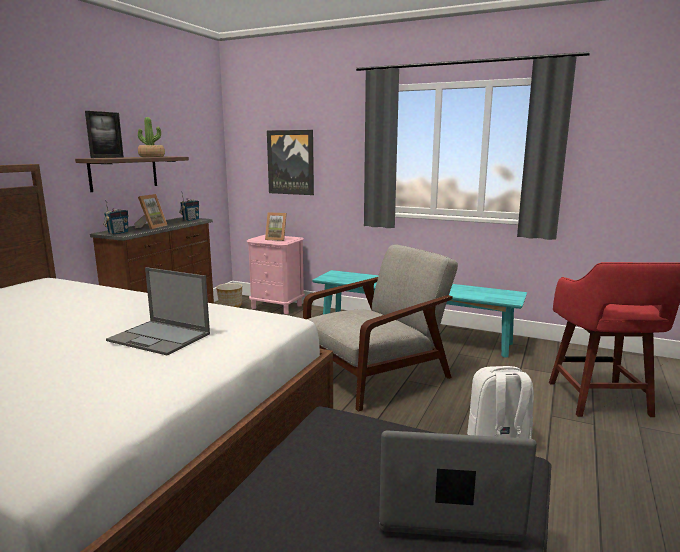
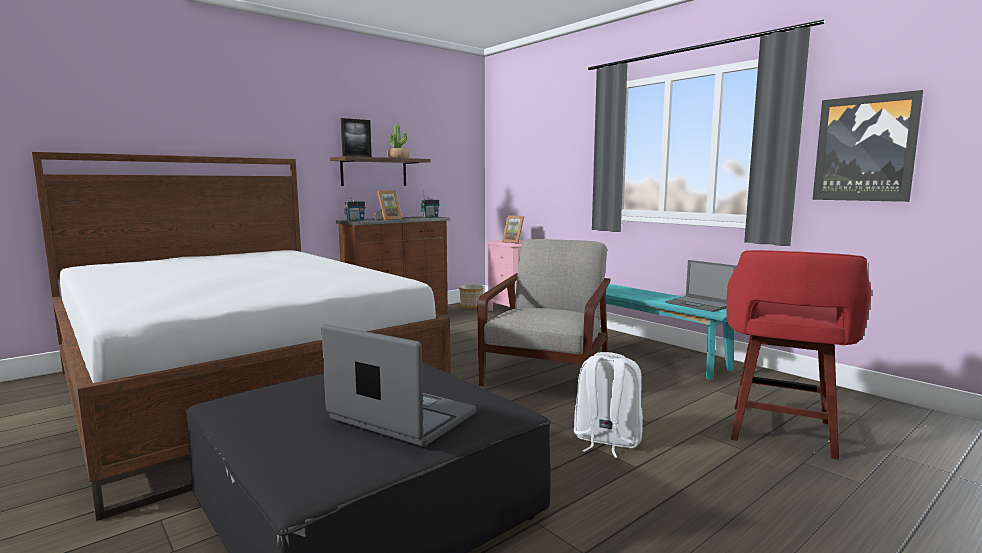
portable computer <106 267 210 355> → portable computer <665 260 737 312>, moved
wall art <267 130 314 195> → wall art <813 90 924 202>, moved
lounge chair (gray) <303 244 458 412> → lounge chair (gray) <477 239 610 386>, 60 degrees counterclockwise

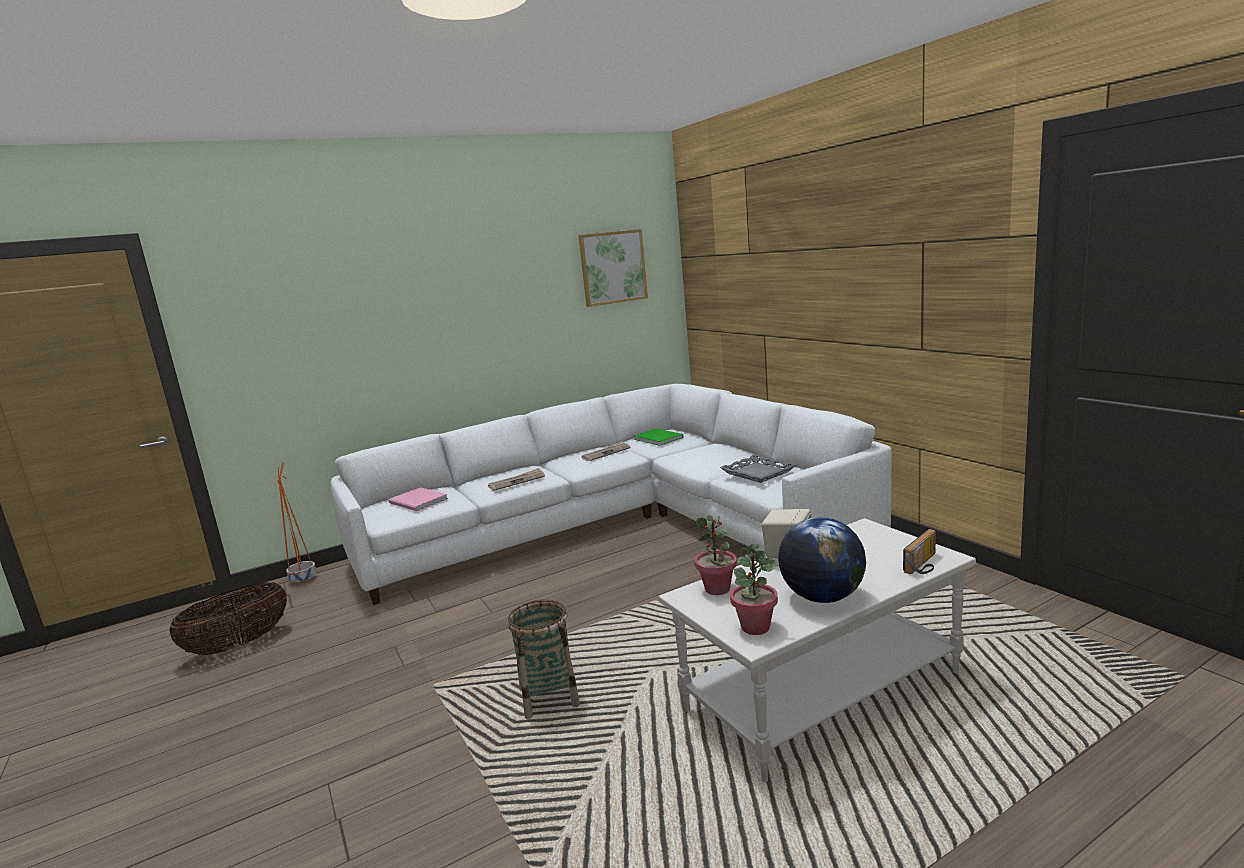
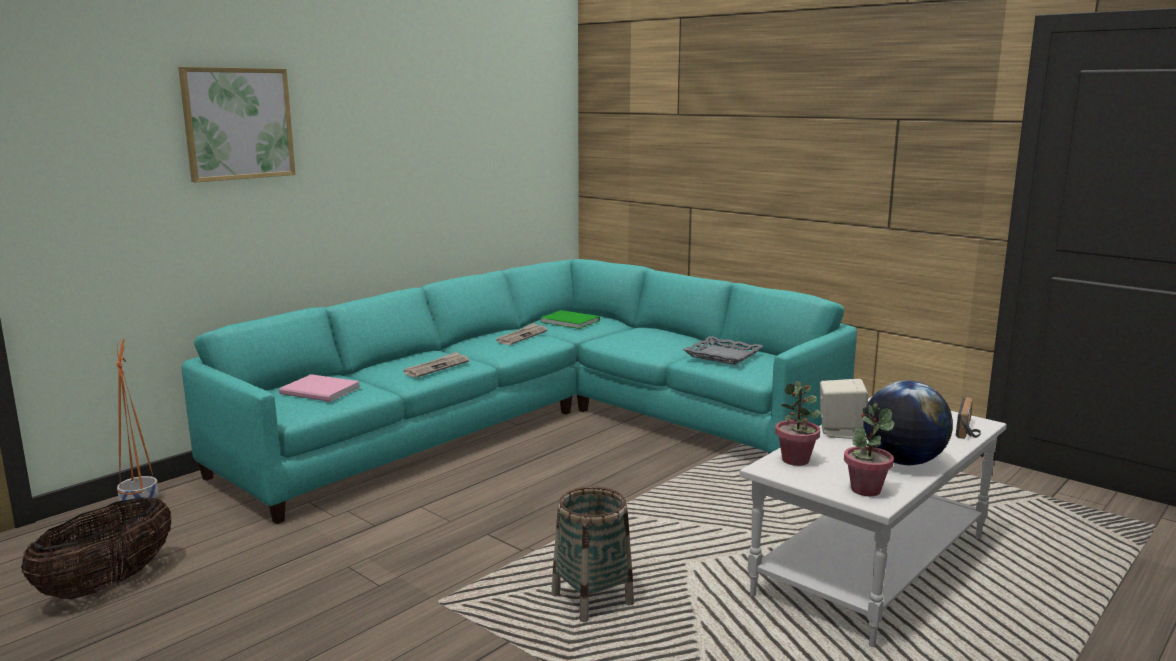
wall art <578 229 648 307> → wall art <178 67 296 183>, moved
settee (white) <330 384 892 605> → settee (blue-green) <182 259 857 524>

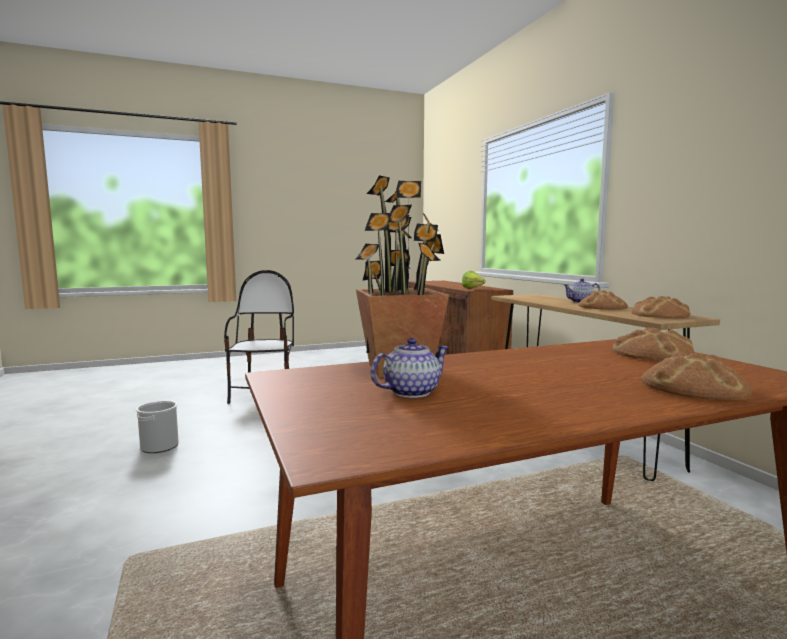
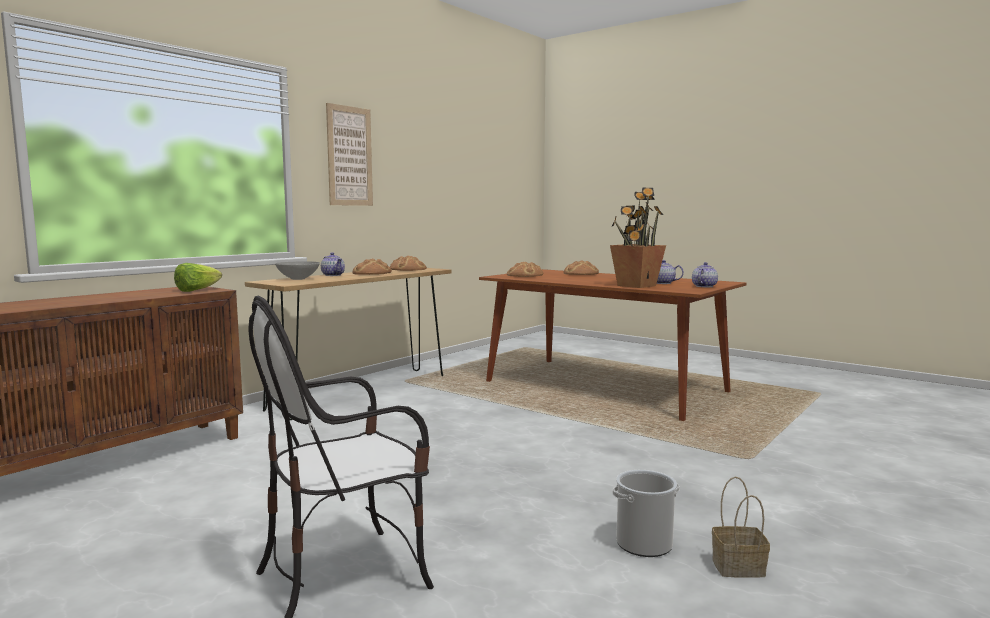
- → serving bowl (gray) <275 261 320 280>
- → wall art <326 103 373 206>
- → teapot <692 262 718 287>
- → storage basket <712 477 770 578>

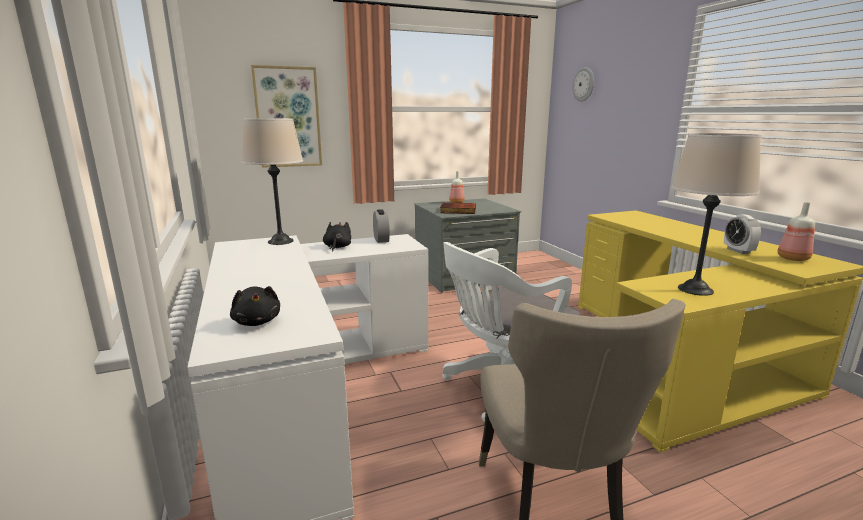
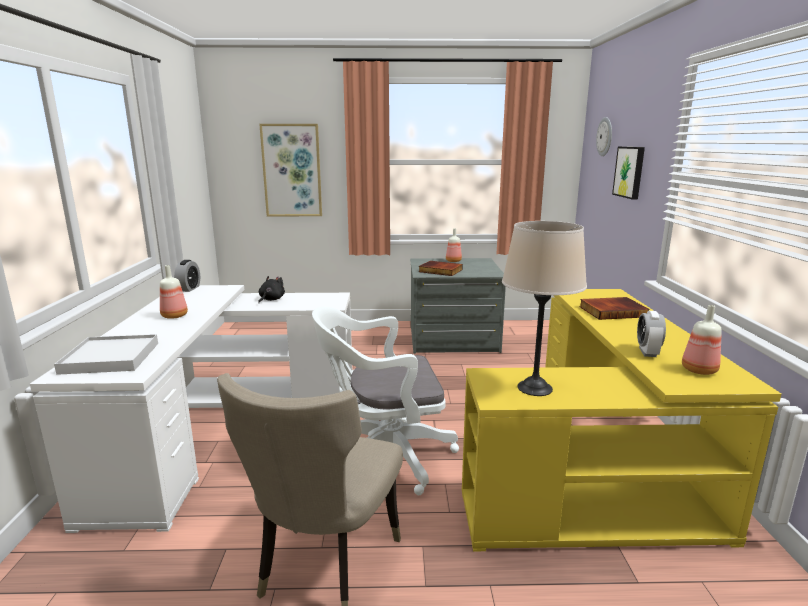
table lamp (beige-coloured) <241 118 303 245> → -
- → bottle <160 265 188 319>
- → bound book <579 297 649 320>
- → wall art <612 147 645 200>
bedside clock <373 209 390 243> → bedside clock <174 260 200 292>, moved
soft toy (black-coloured) <230 286 280 326> → tray (white) <54 334 158 375>

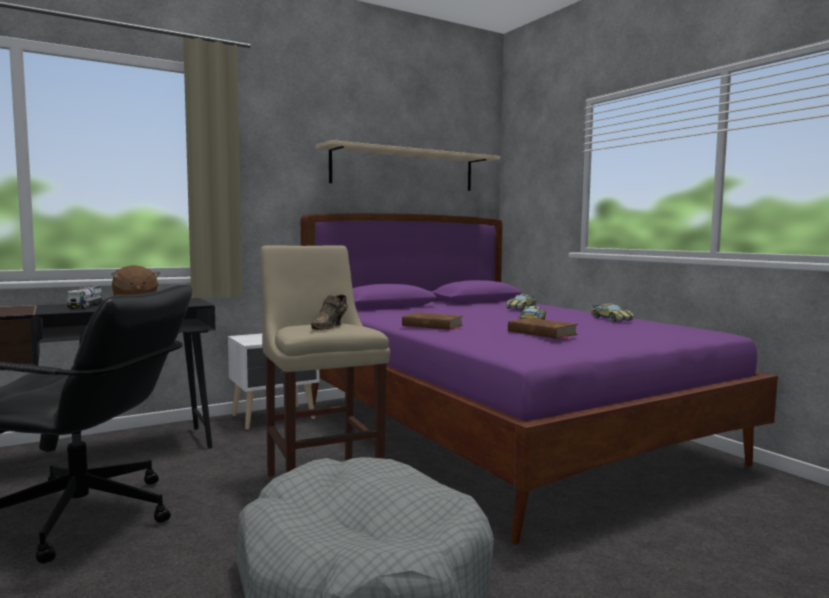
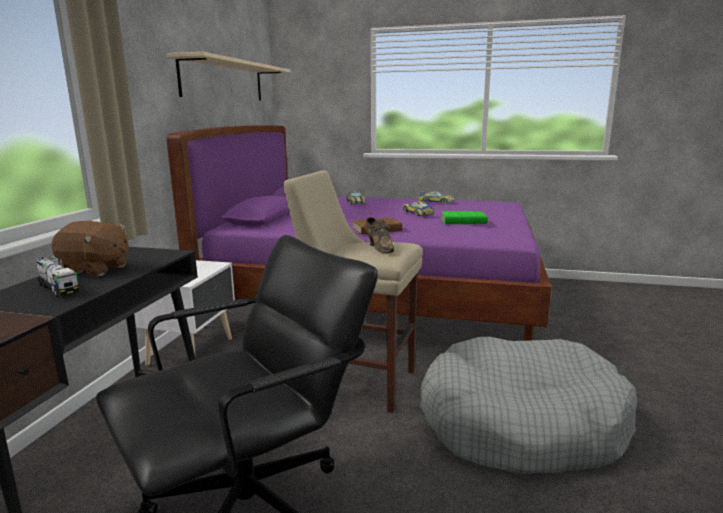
bound book (brown) <508 318 578 339> → bound book (greenish) <441 211 492 224>

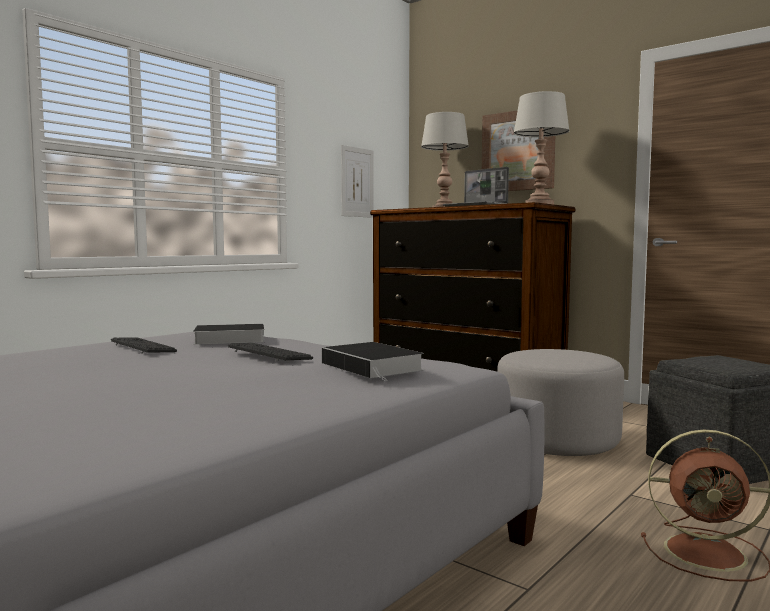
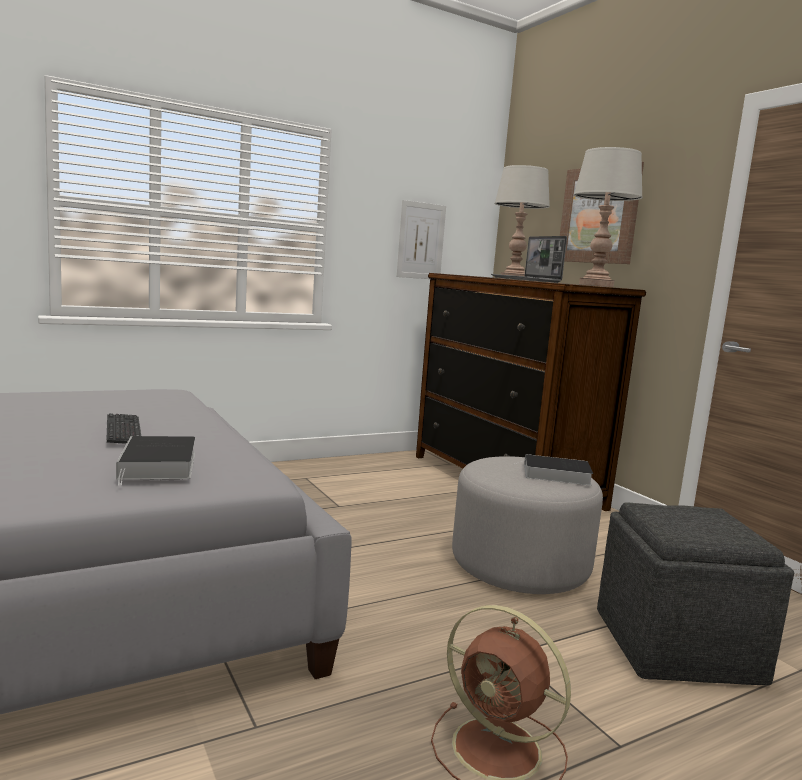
computer keyboard <111 337 177 354> → -
bound book <193 324 264 345> → bound book <516 454 593 486>, moved

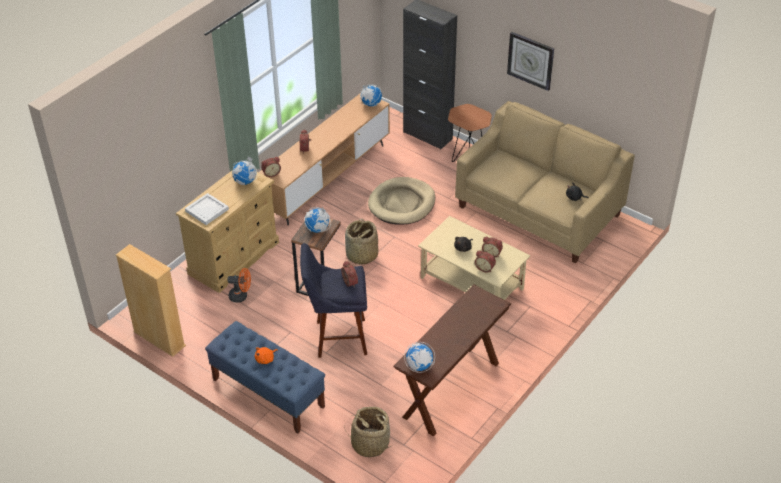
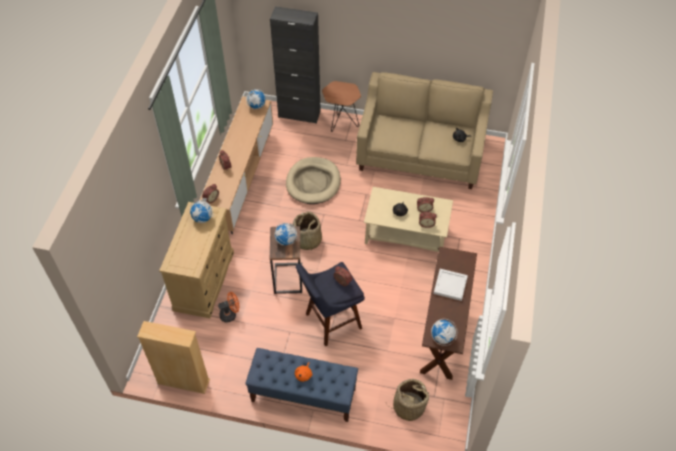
hanging clock <507 32 554 91> → -
tray (white) <185 193 229 225> → tray (white) <434 269 468 301>, moved

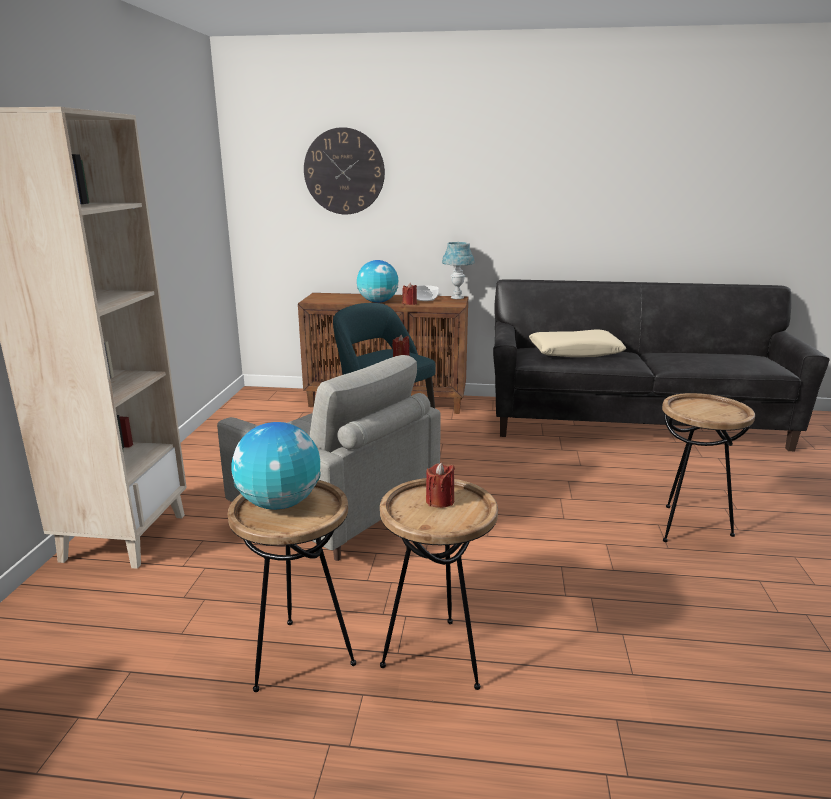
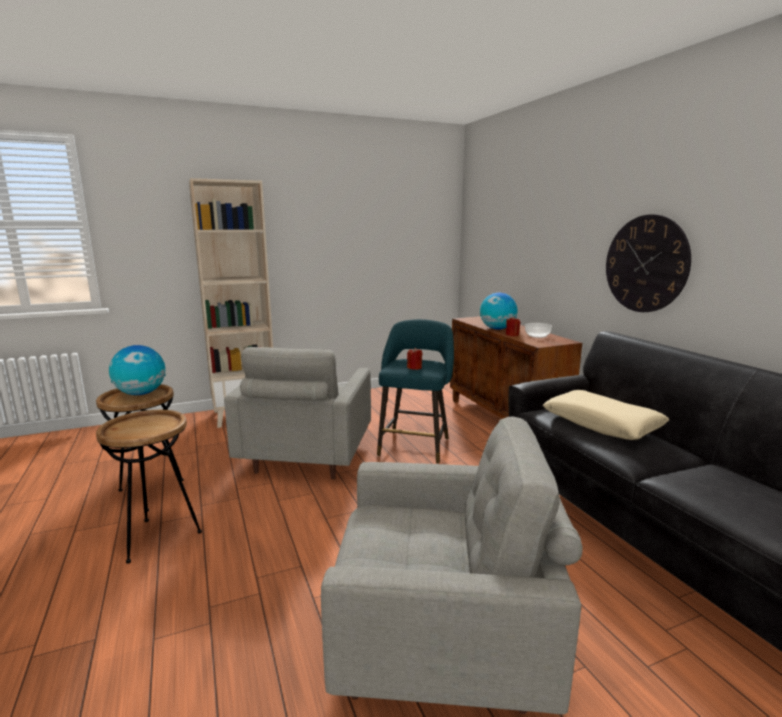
wax candle (red-coloured) <426 462 455 508> → -
table lamp (blue-coloured) <442 242 475 299> → -
hanging clock <304 127 385 214> → hanging clock <606 214 691 312>, moved
end table (brown) <662 393 755 542> → lounge chair (gray) <321 416 582 715>

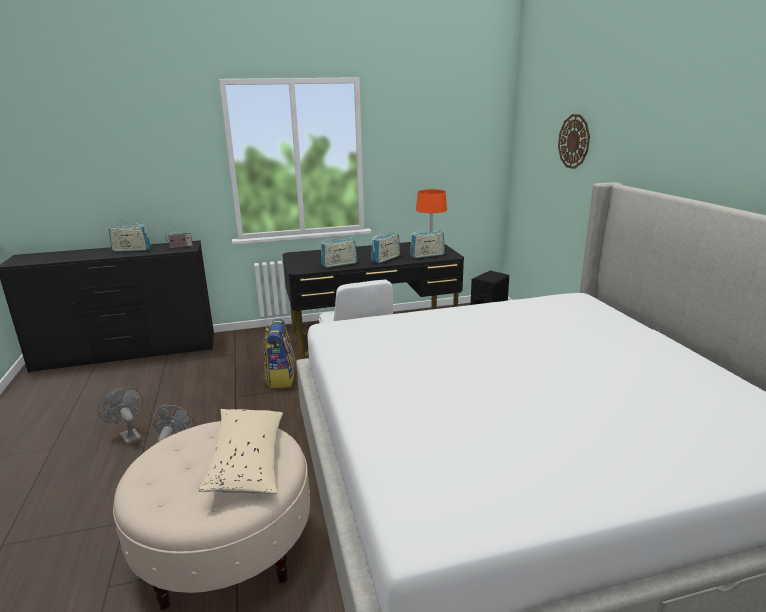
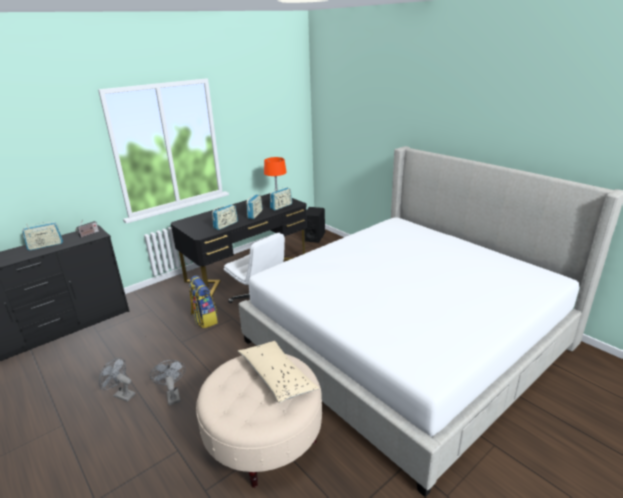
hanging clock <558 114 590 169> → -

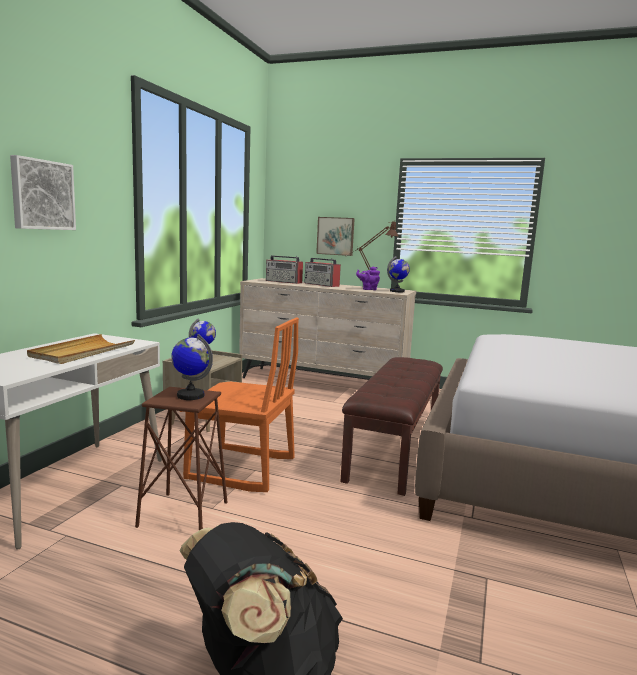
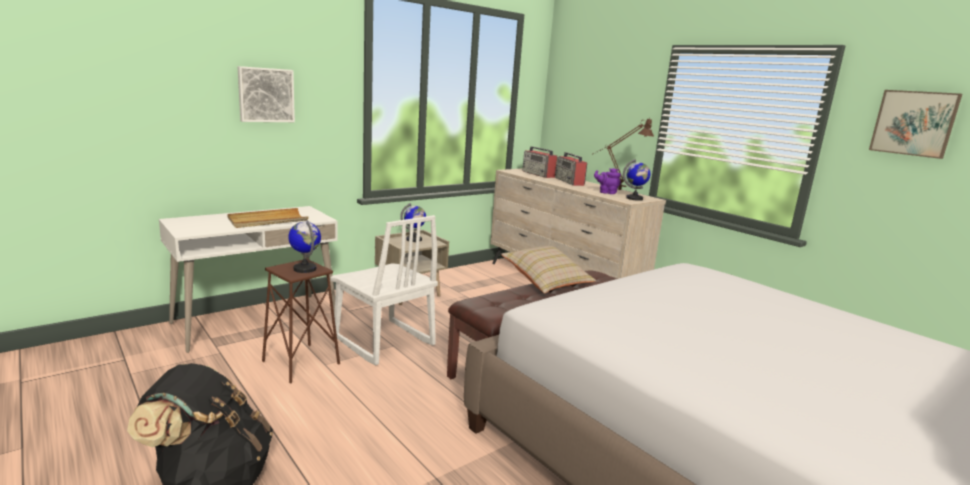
- → throw pillow (beige-coloured) <501 246 596 294>
wall art <316 217 355 256> → wall art <869 90 962 159>, moved
chair (orangey) <180 317 299 492> → chair (white) <330 215 438 365>

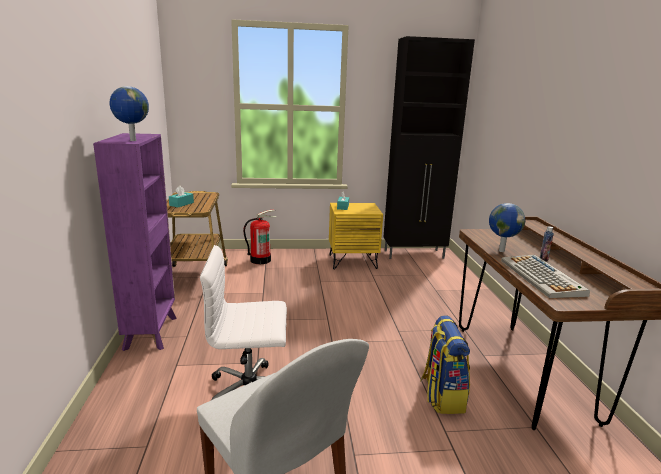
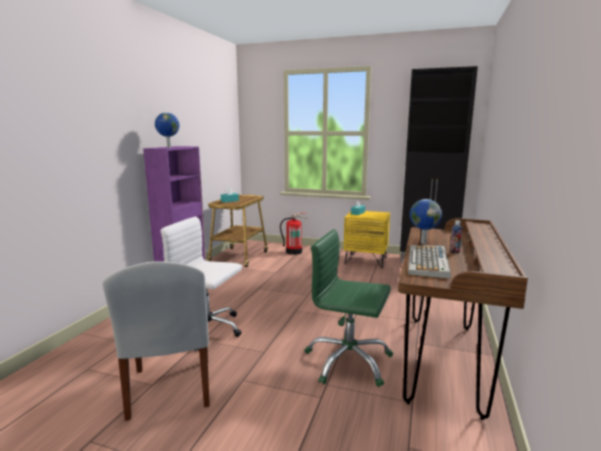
backpack <420 316 470 414> → office chair (greenish) <305 229 393 387>

